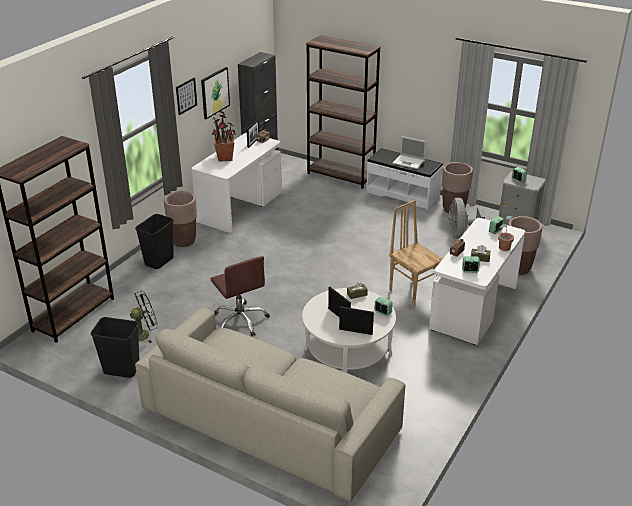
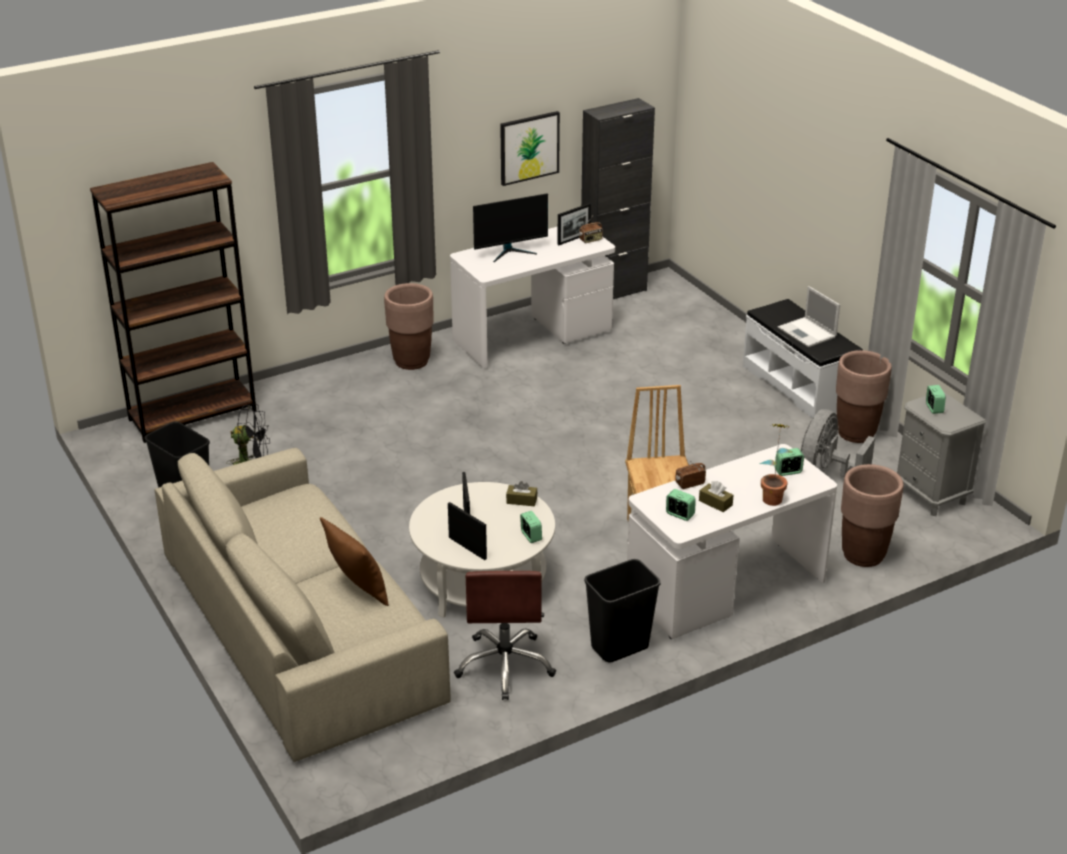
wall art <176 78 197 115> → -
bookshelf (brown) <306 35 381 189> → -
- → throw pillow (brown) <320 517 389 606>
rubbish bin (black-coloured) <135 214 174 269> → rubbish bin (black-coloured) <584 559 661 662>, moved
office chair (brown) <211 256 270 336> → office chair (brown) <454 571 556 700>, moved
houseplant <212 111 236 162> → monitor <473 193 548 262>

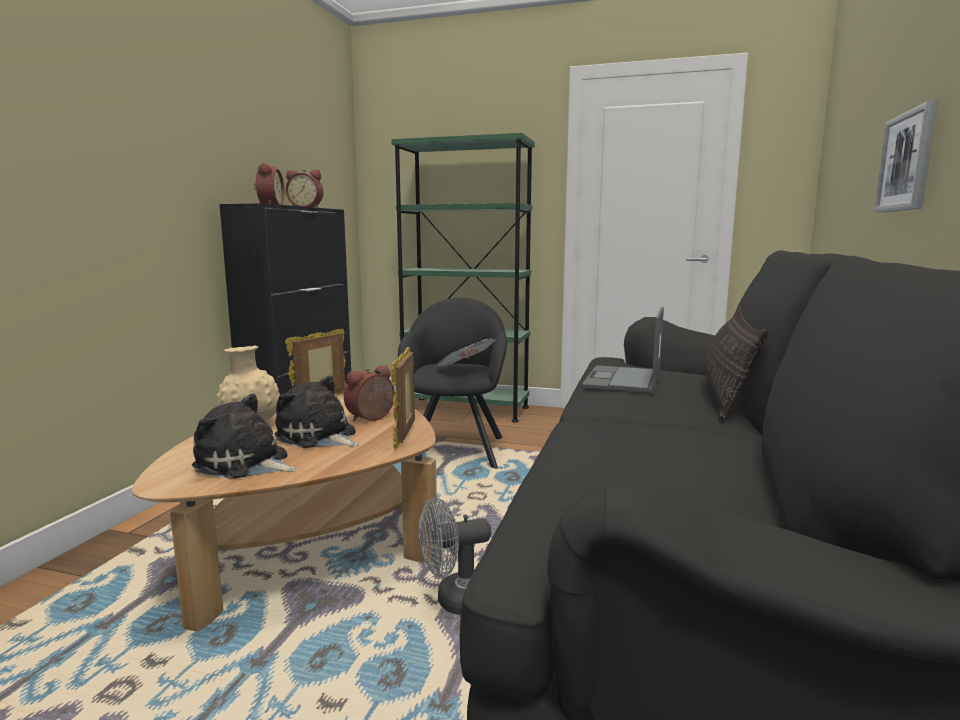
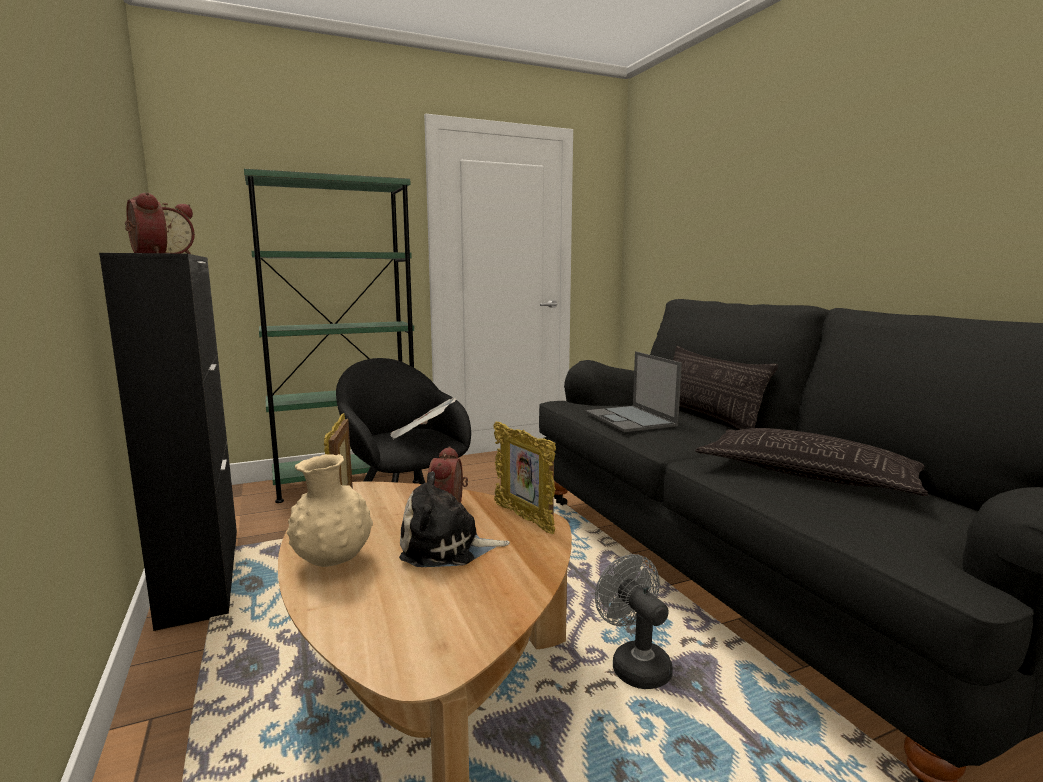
soft toy <192 393 298 479> → -
wall art <874 100 938 213> → -
- → throw pillow <695 428 928 496>
electric fan (gray) <419 498 491 615> → electric fan (gray) <595 554 673 689>, 120 degrees clockwise

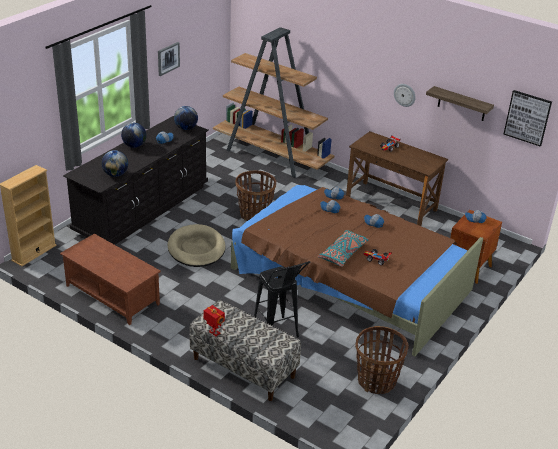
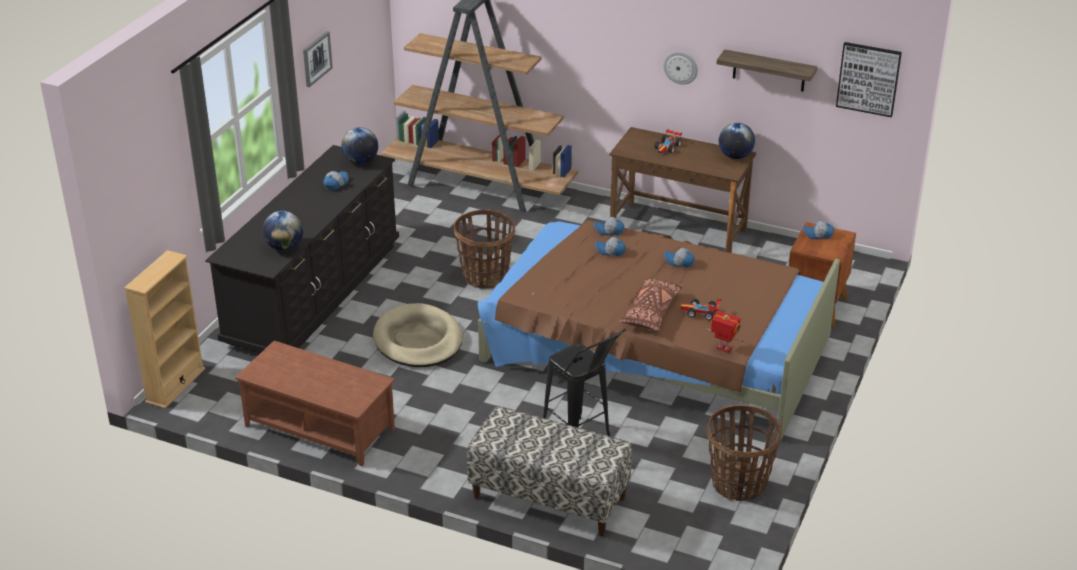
desk globe <121 123 147 148> → desk globe <719 123 755 159>, moved
model robot <203 305 225 336> → model robot <706 311 744 353>, moved
throw pillow (blue-green) <318 230 369 267> → throw pillow (brown) <620 278 683 331>

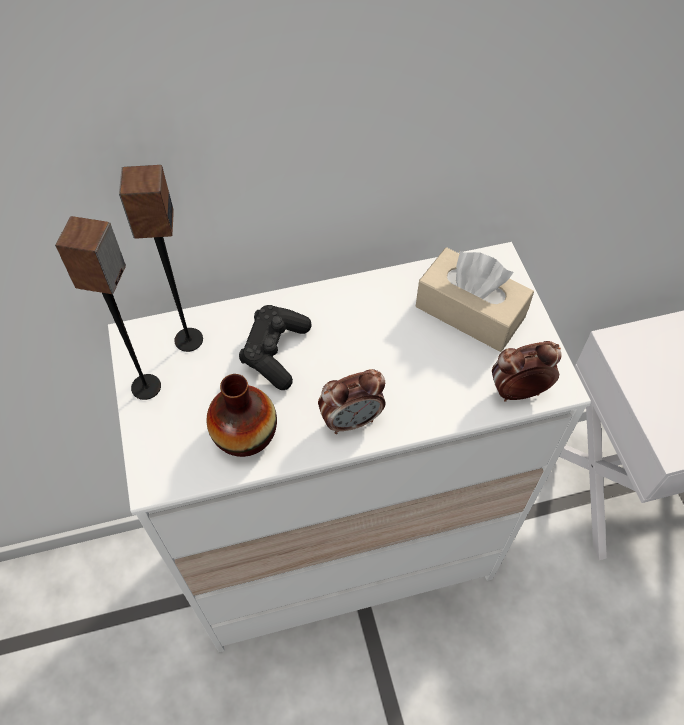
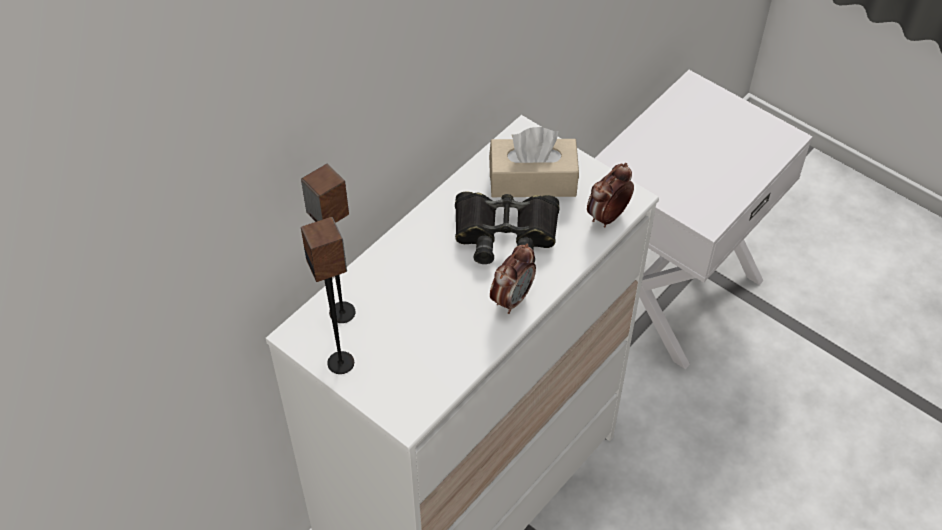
decorative vase <206 374 277 457> → -
game controller (black-coloured) <239 305 312 390> → -
- → binoculars (black-coloured) <455 191 560 264>

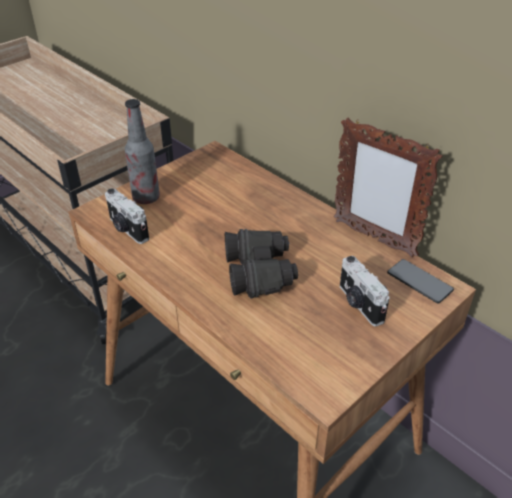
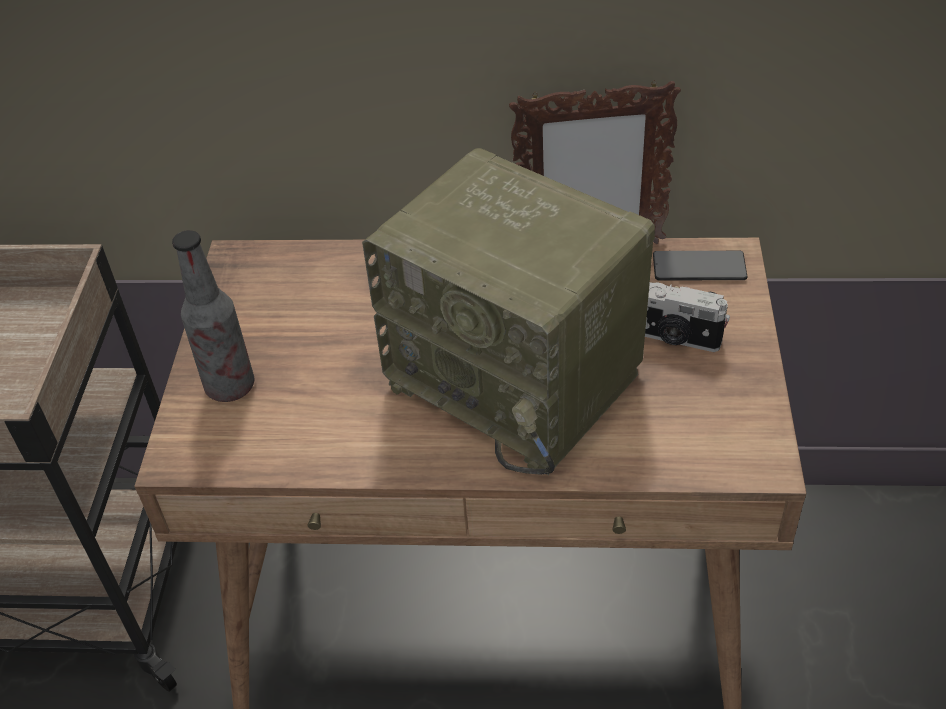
still camera <105 188 149 244> → -
binoculars (black-coloured) <225 229 298 299> → radio set <362 148 655 475>

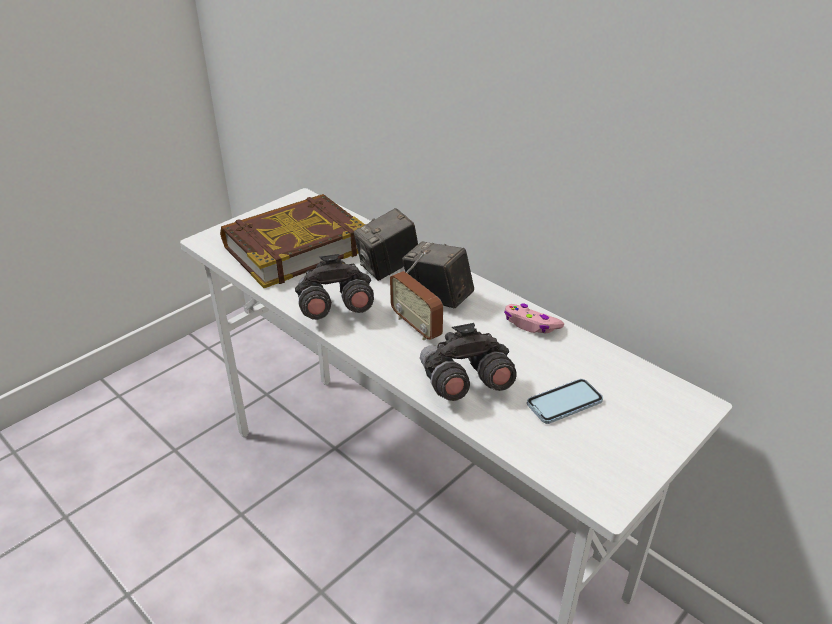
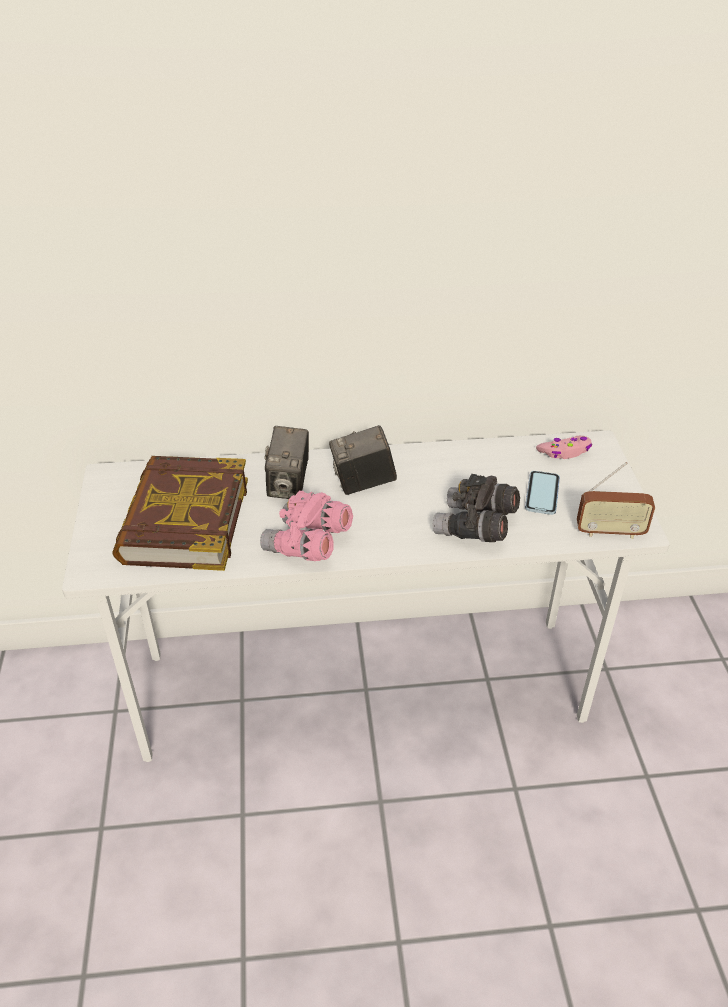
radio set <390 252 443 340> → radio set <577 462 655 539>, moved
game controller (pink) <504 303 564 334> → game controller (pink) <536 436 592 459>, moved
binoculars (gray) <295 254 374 320> → binoculars (pink) <260 490 353 561>

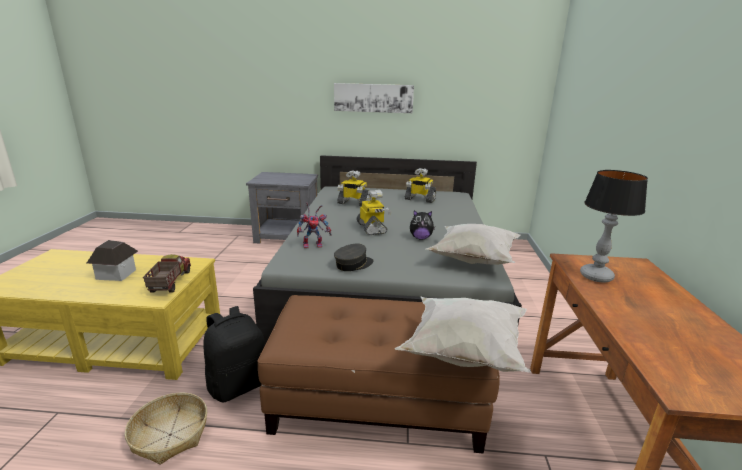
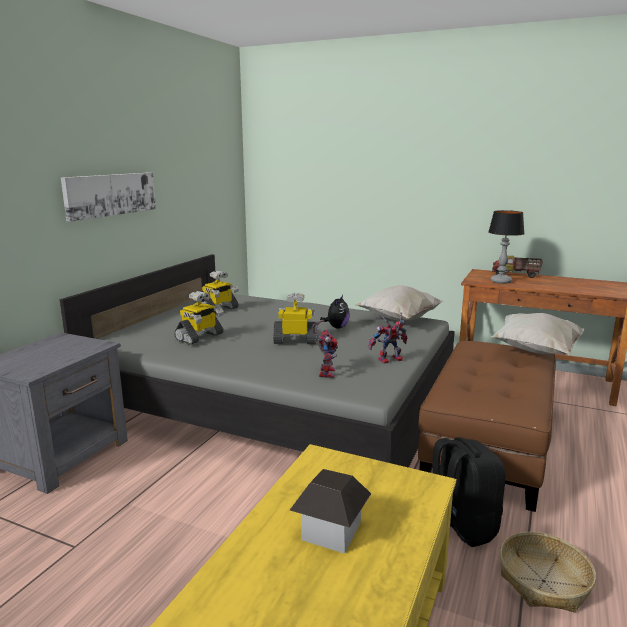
toy truck <143 254 191 293> → toy truck <492 256 543 278>, moved
peaked cap (gray) <334 243 374 271> → model robot <368 312 407 364>

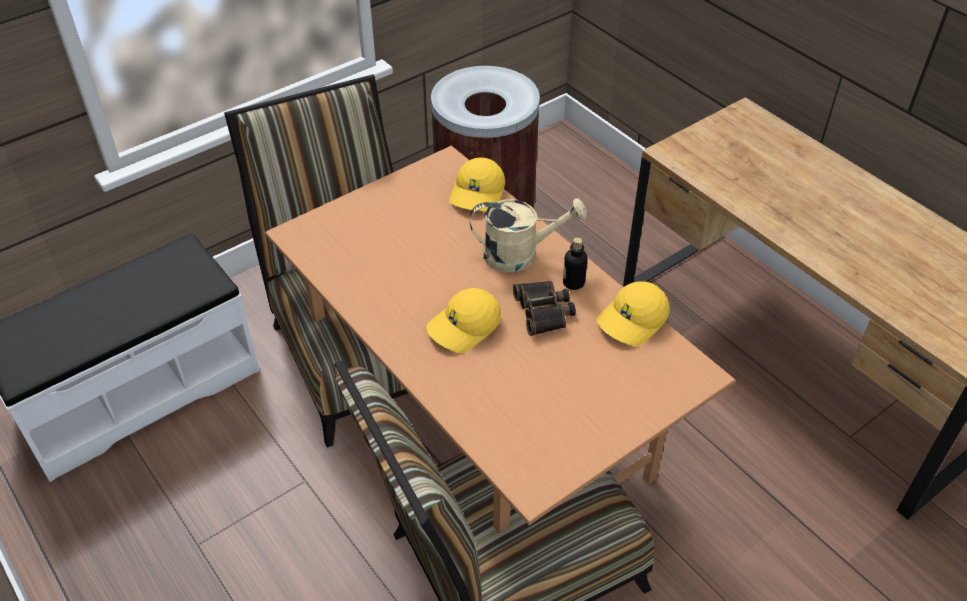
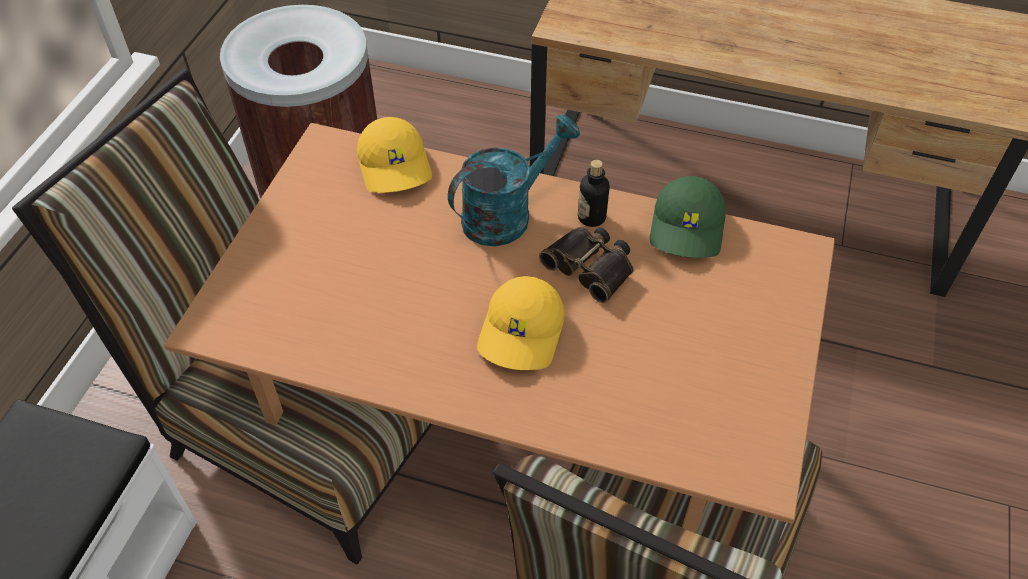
sprinkling can (beige-coloured) <470 198 587 272> → sprinkling can (blue-green) <448 114 580 246>
peaked cap (yellow-coloured) <597 281 670 347> → peaked cap (greenish) <650 176 726 258>

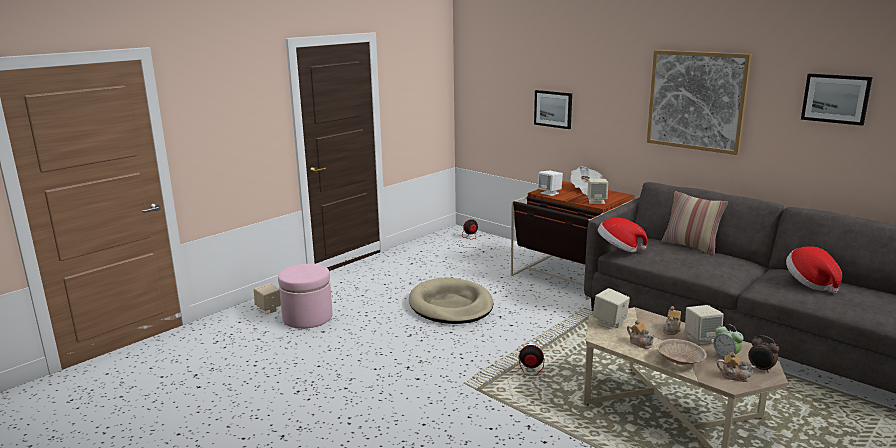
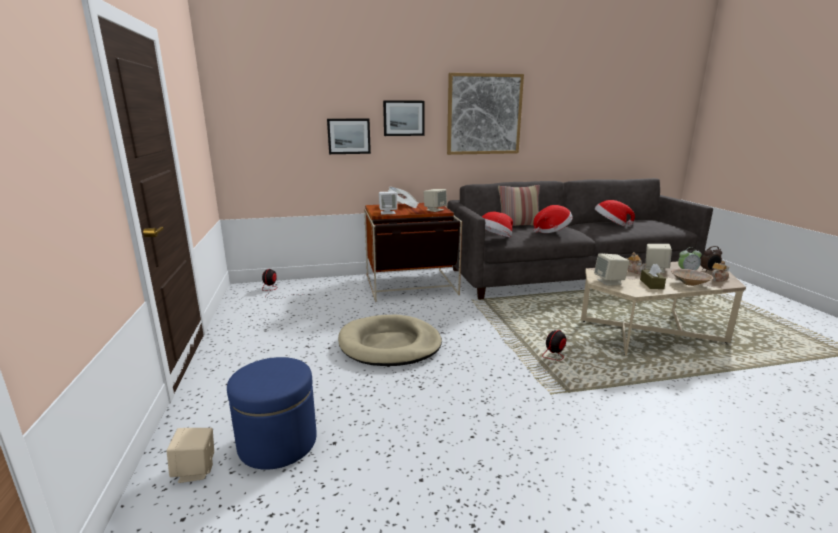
- → hat <533 205 573 233>
wall art <801 73 873 126> → wall art <383 100 425 136>, moved
teapot <627 320 655 349> → tissue box (brown) <640 264 666 289>
footrest (pink) <278 264 333 329> → footrest (blue-coloured) <227 357 317 470>

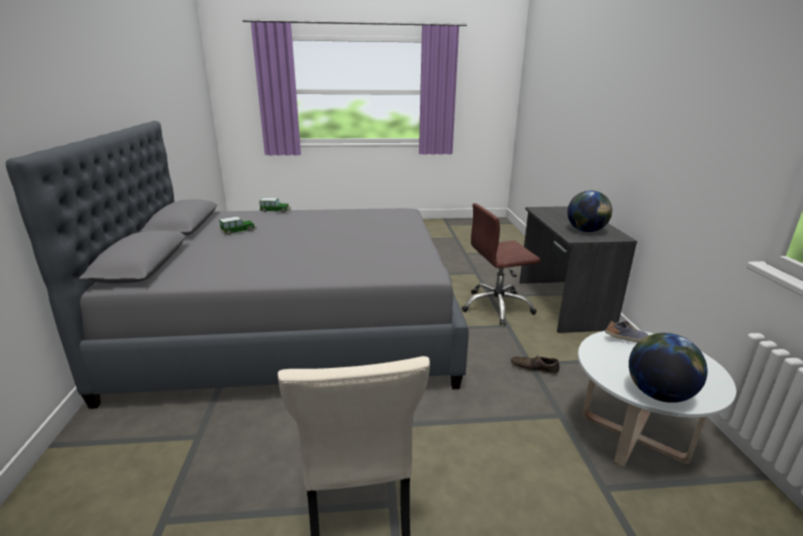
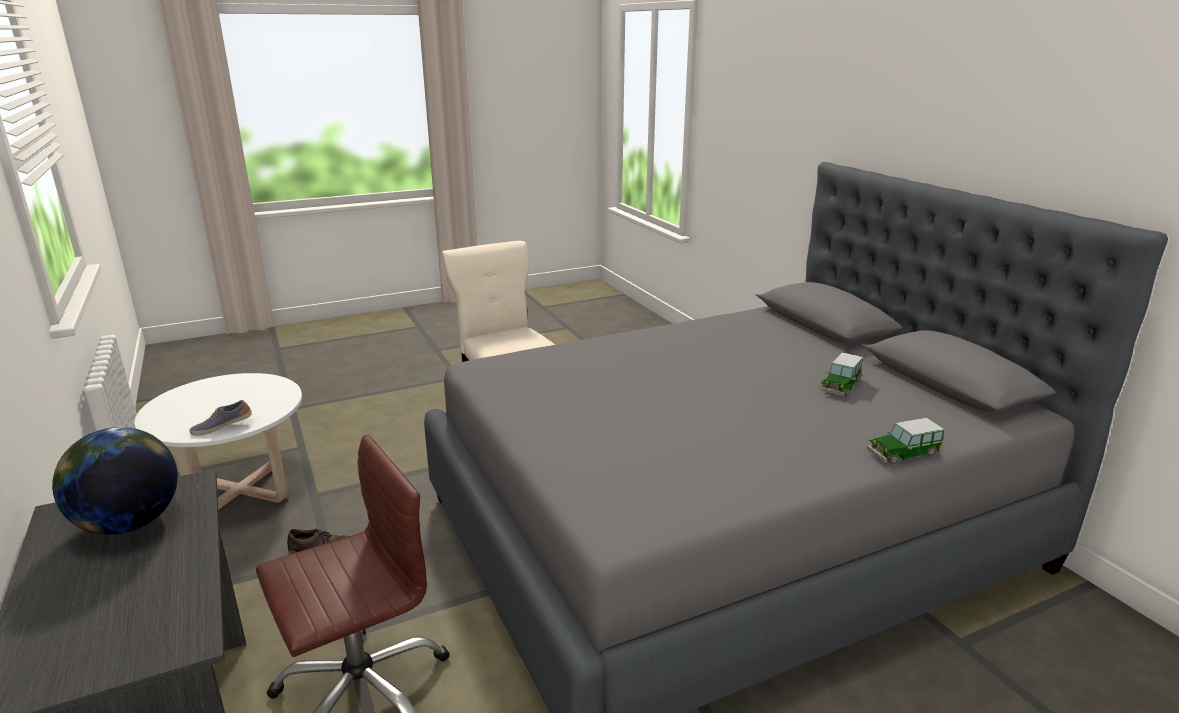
desk globe <629 333 707 403> → -

